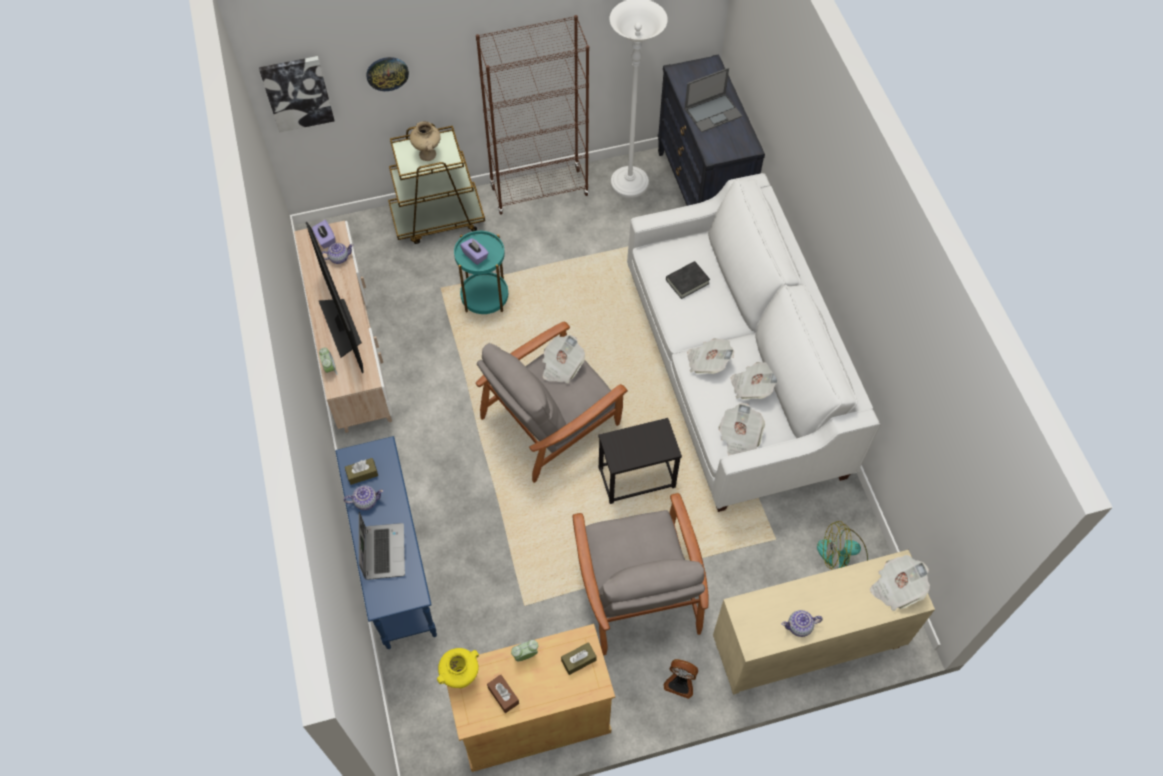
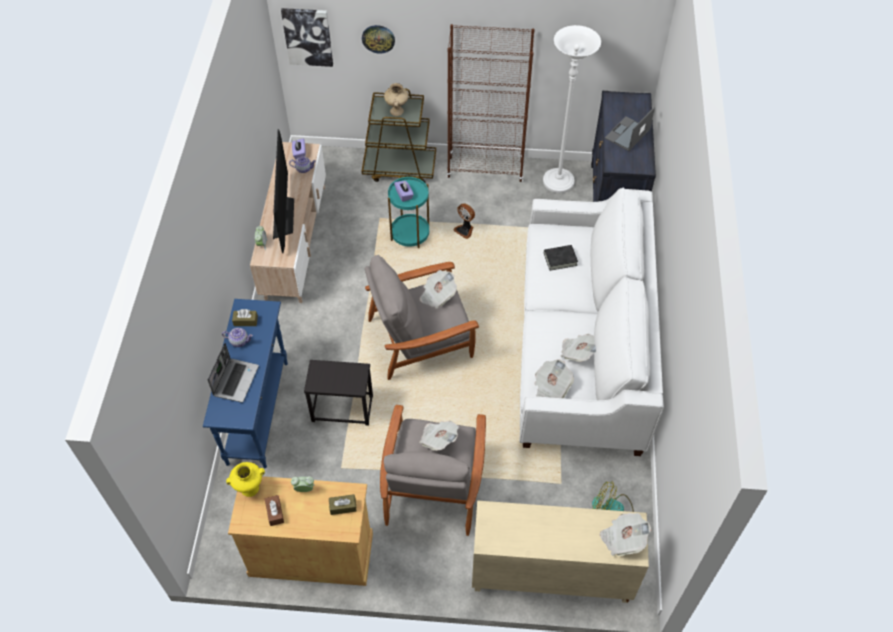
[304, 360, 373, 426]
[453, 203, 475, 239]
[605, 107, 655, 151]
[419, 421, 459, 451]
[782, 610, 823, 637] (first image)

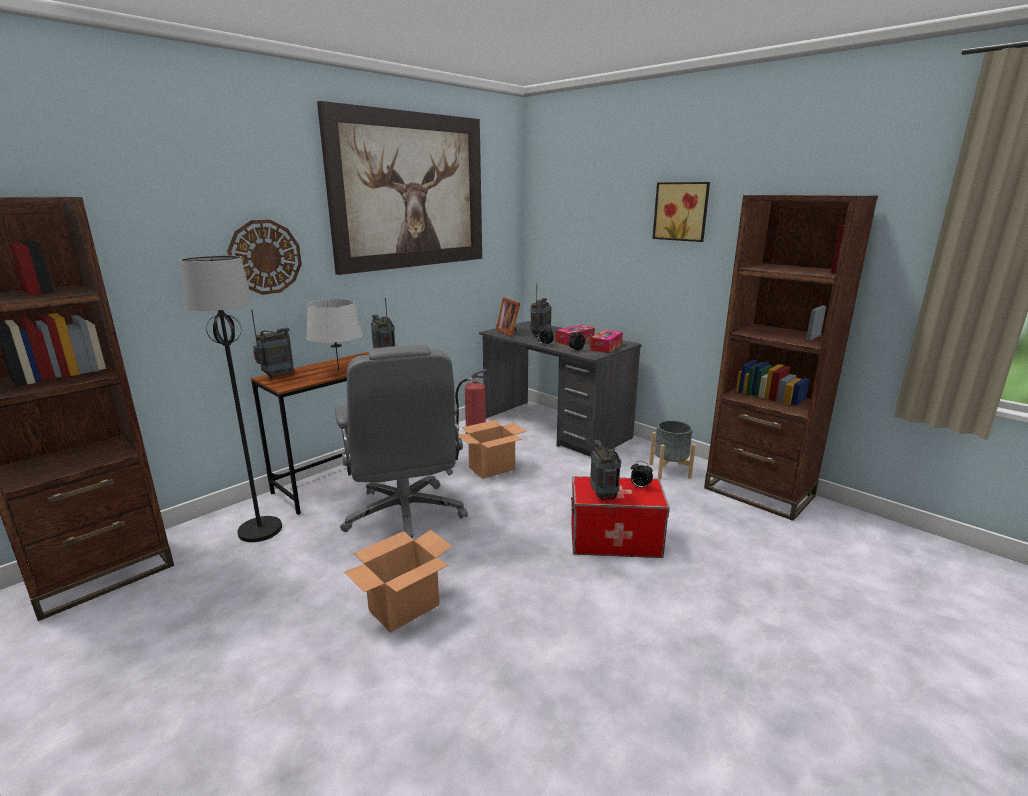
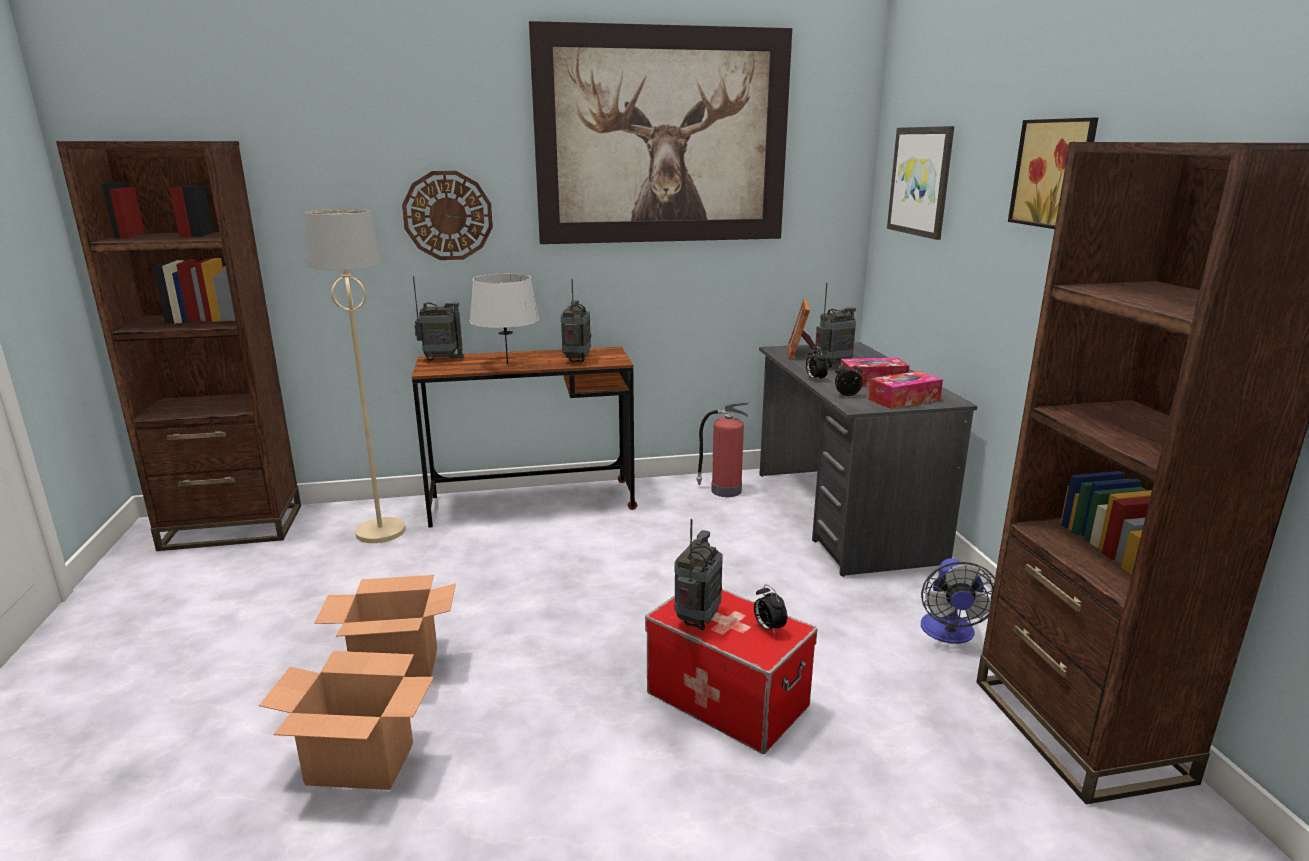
[305, 209, 406, 543]
[335, 345, 468, 539] (first image)
[259, 651, 434, 790]
[921, 558, 995, 644]
[887, 126, 954, 240]

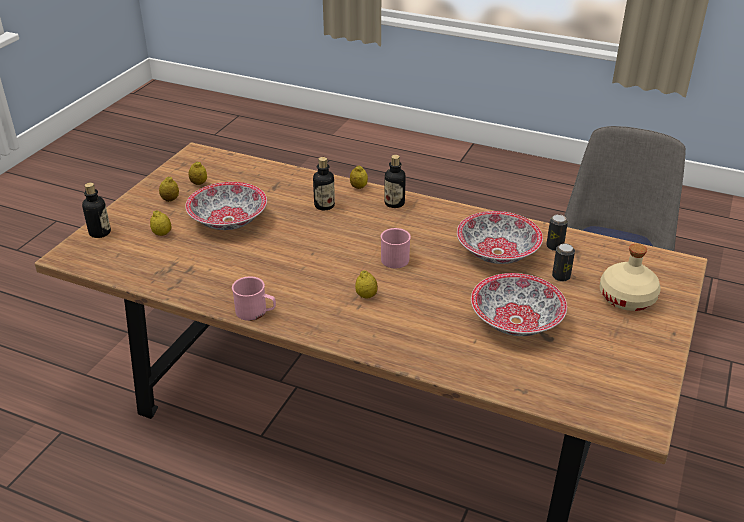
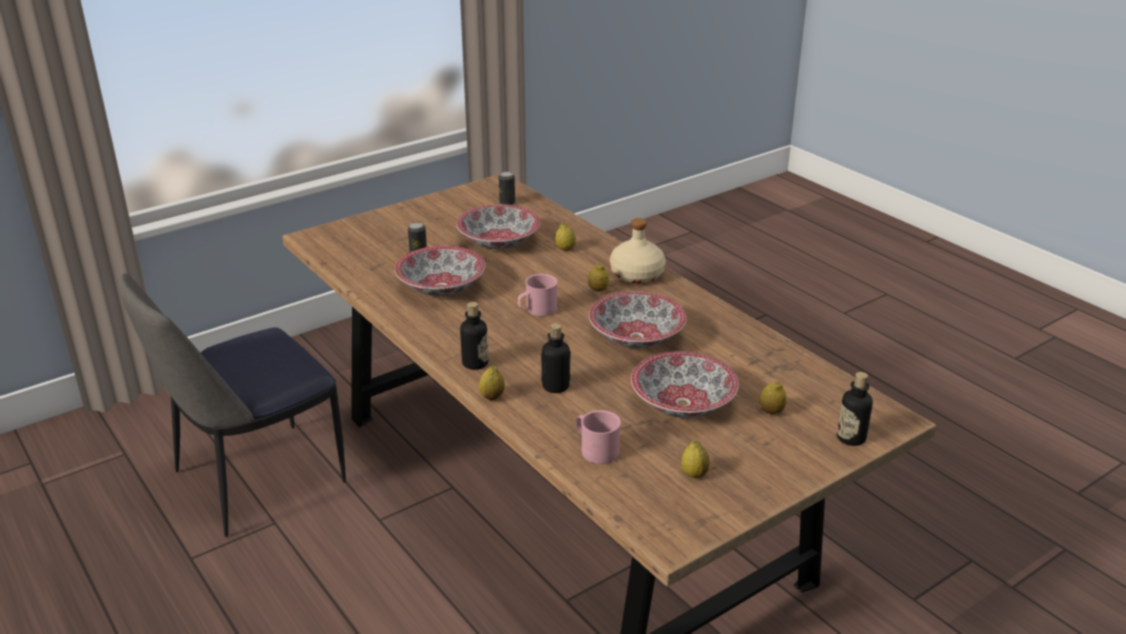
[555, 223, 576, 251]
[576, 410, 621, 464]
[498, 171, 515, 205]
[610, 218, 666, 284]
[589, 291, 686, 348]

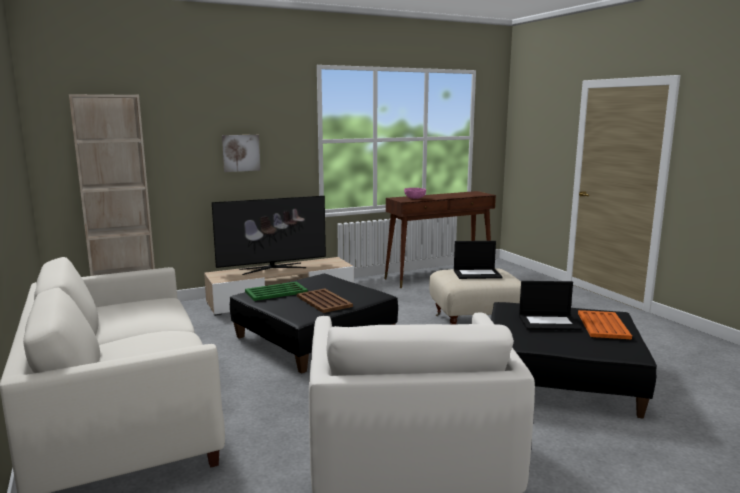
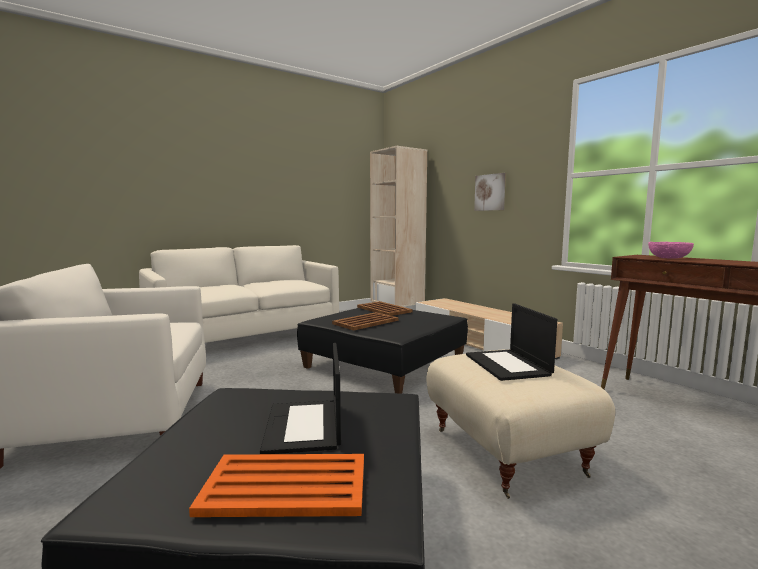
[212, 196, 326, 275] (first image)
[357, 301, 412, 316]

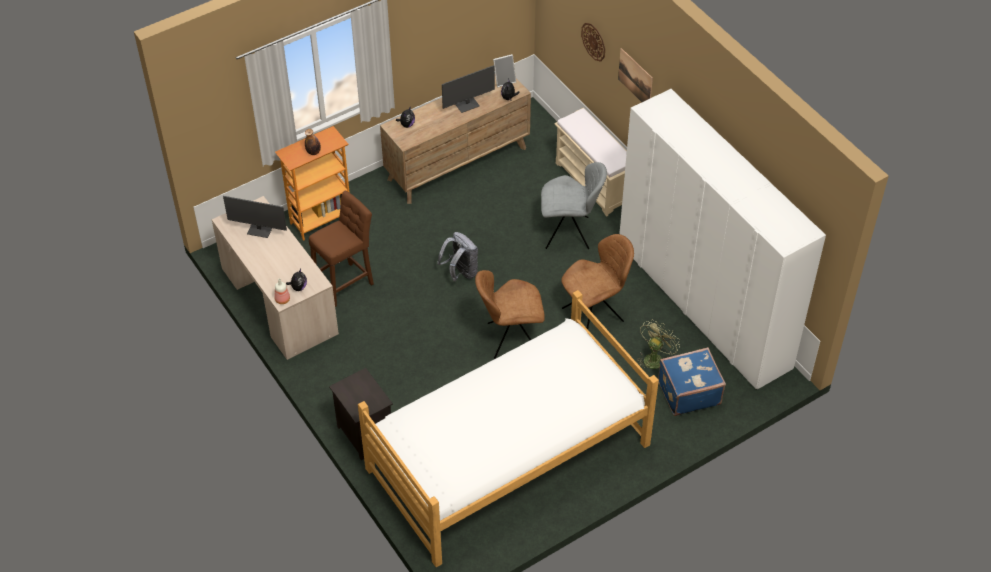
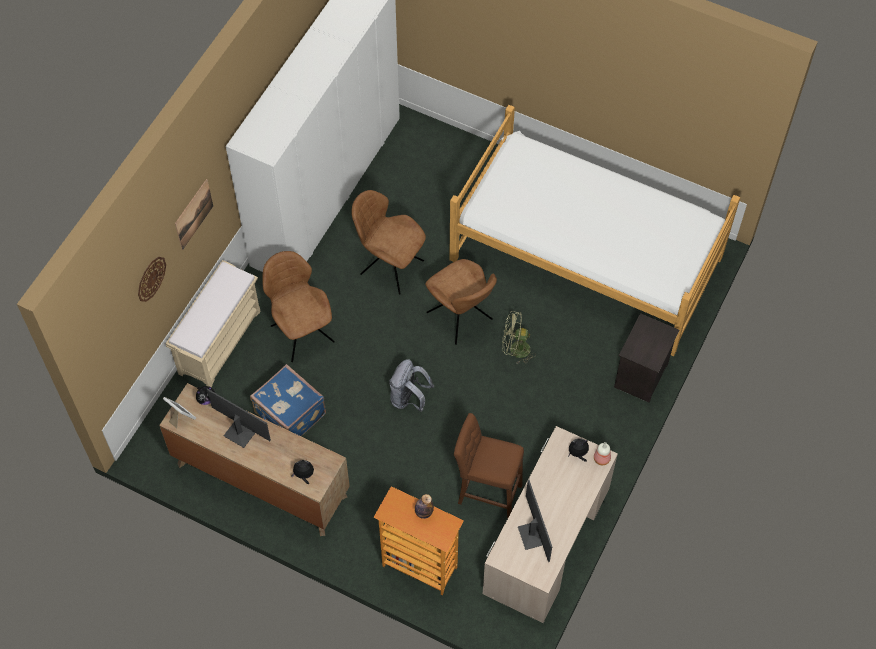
[263, 251, 335, 362]
[502, 311, 535, 364]
[250, 364, 326, 436]

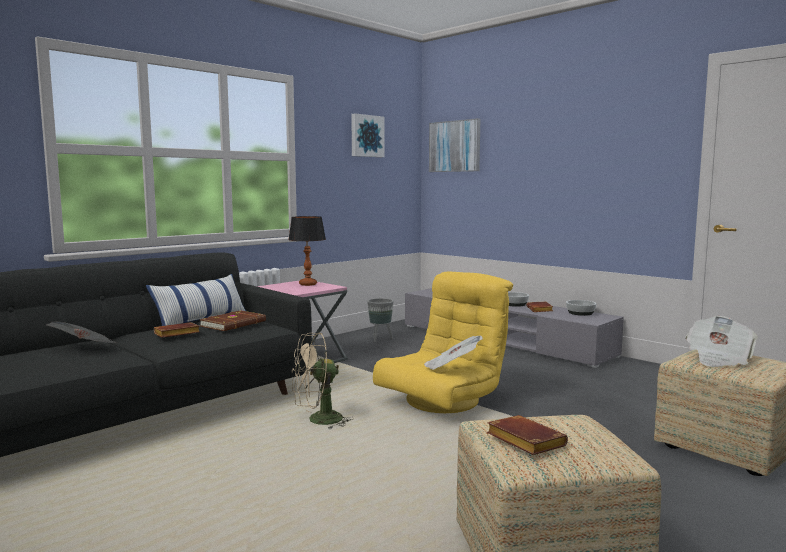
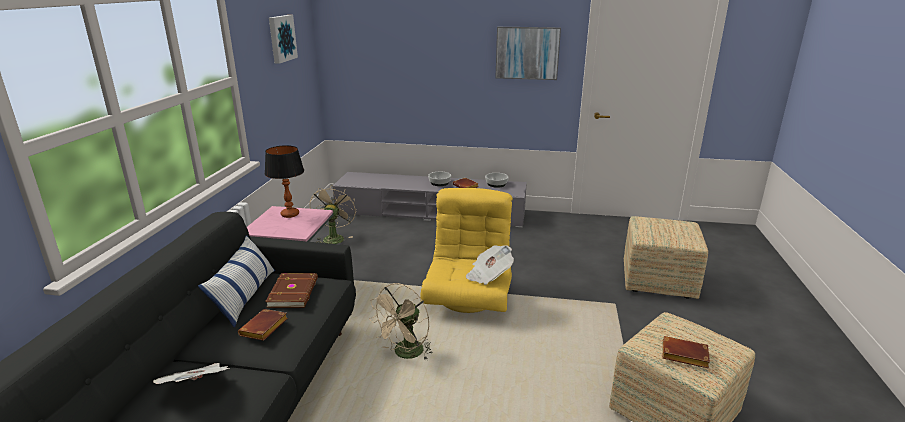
[310, 186, 357, 244]
[496, 27, 561, 80]
[685, 316, 758, 367] (first image)

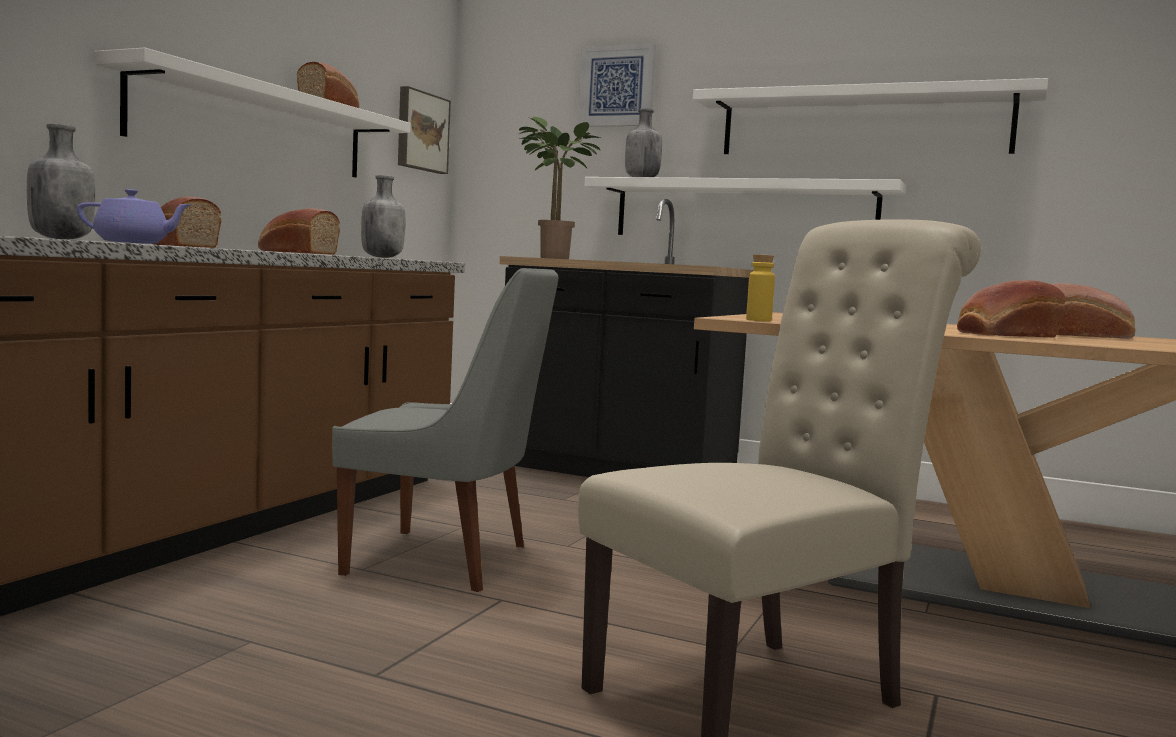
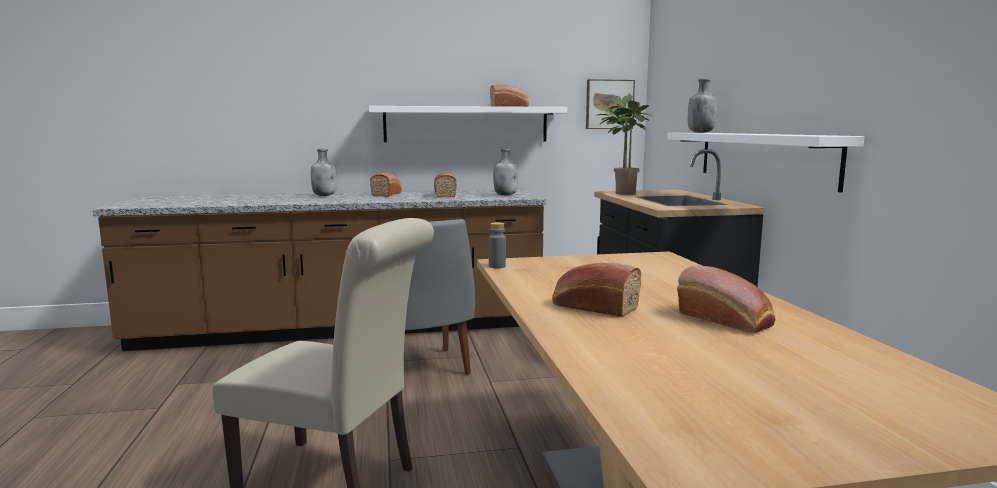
[77, 189, 192, 244] (first image)
[578, 43, 656, 127] (first image)
[693, 78, 1048, 154] (first image)
[489, 222, 506, 268]

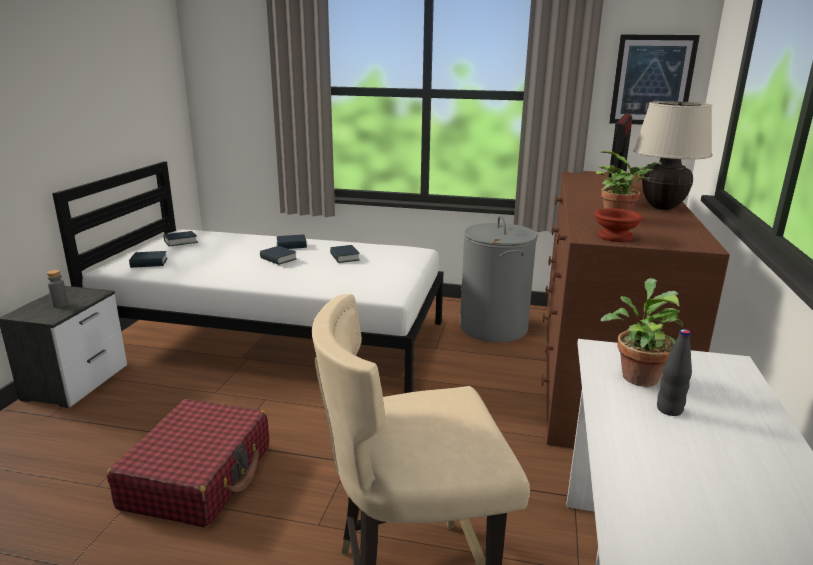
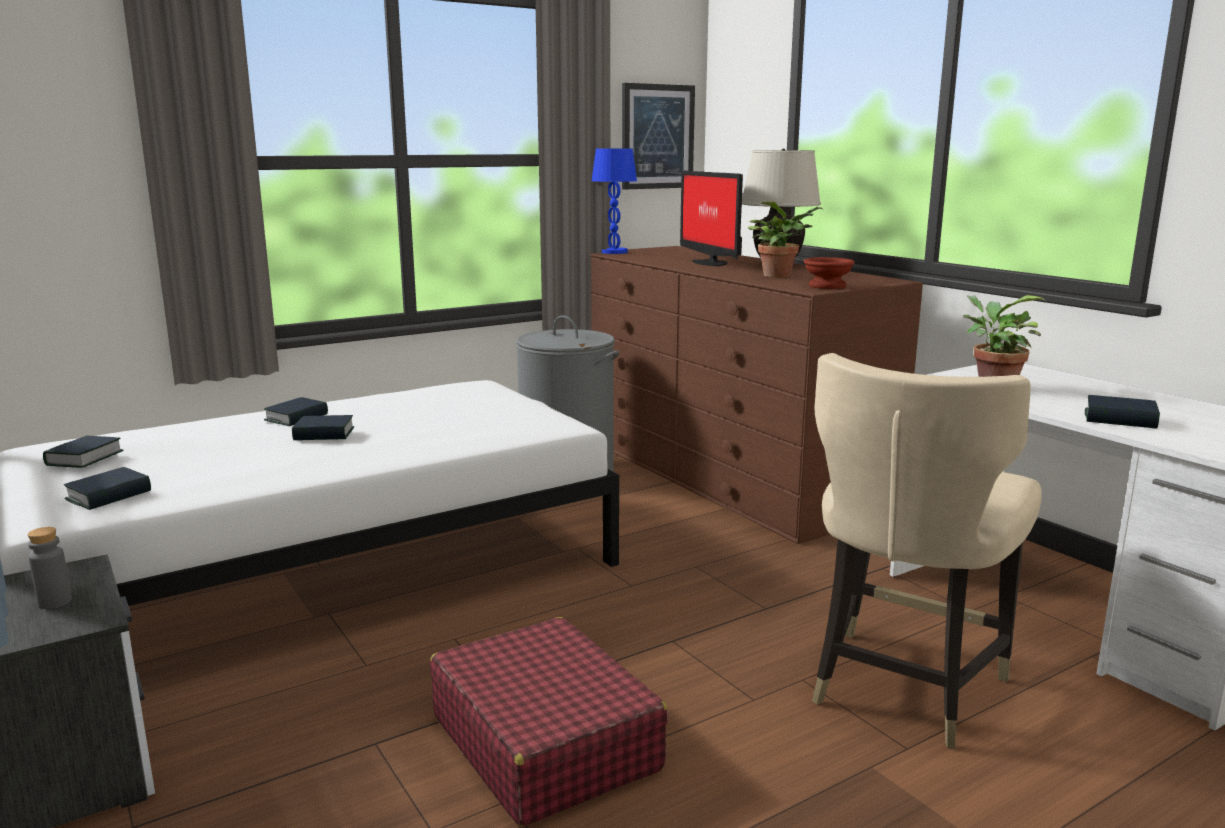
[1085, 395, 1160, 429]
[657, 329, 692, 416] (first image)
[592, 148, 637, 254]

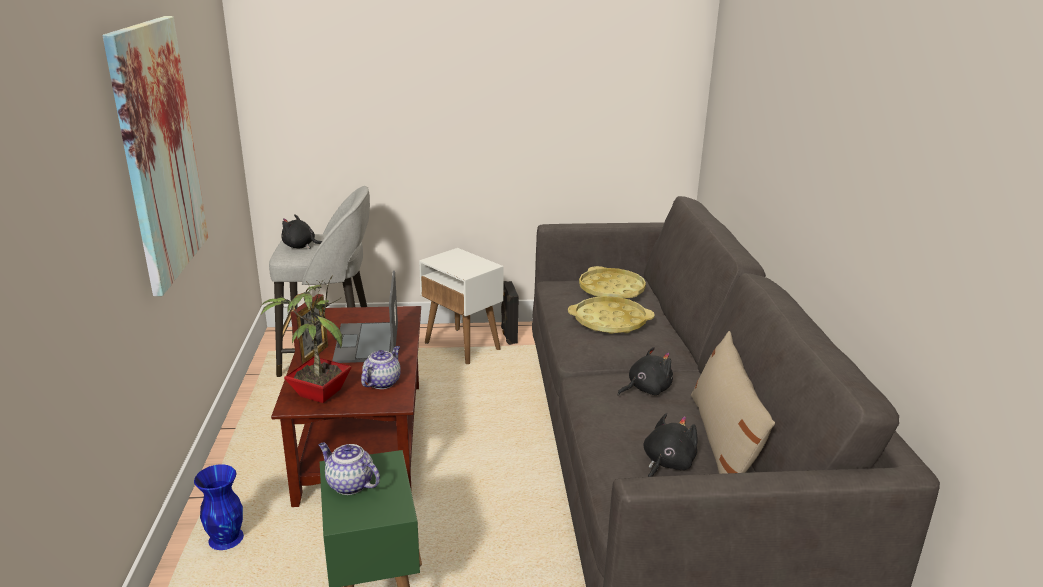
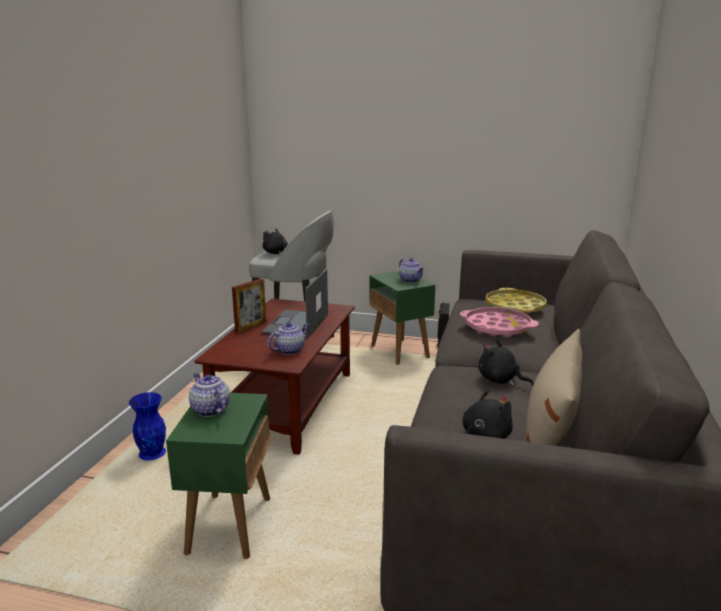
[102, 16, 208, 296] (first image)
[261, 275, 352, 403] (first image)
[369, 271, 435, 365]
[460, 307, 539, 337]
[478, 339, 534, 386]
[399, 258, 424, 283]

